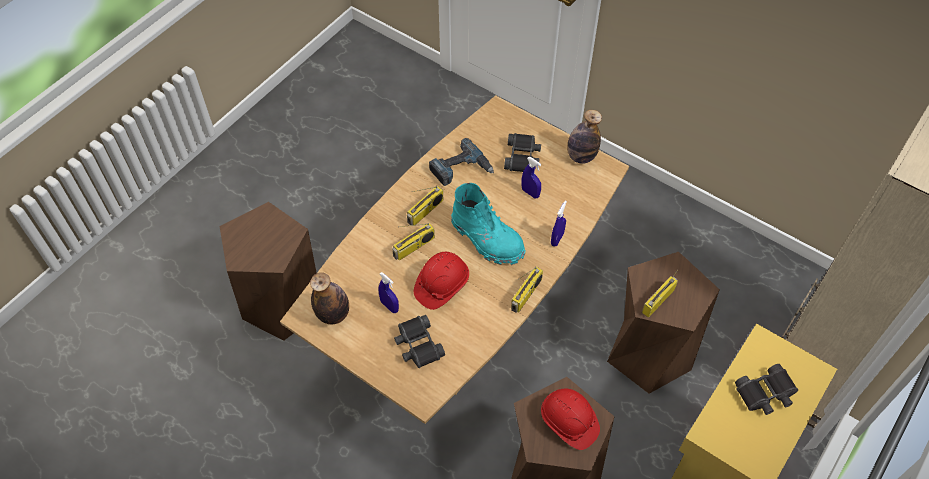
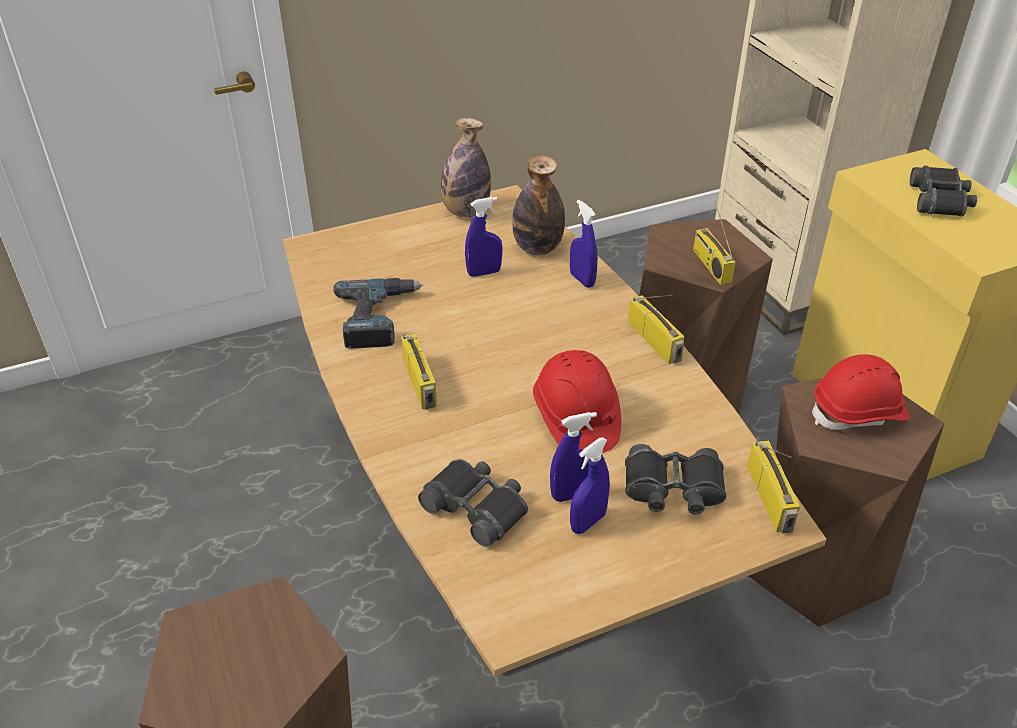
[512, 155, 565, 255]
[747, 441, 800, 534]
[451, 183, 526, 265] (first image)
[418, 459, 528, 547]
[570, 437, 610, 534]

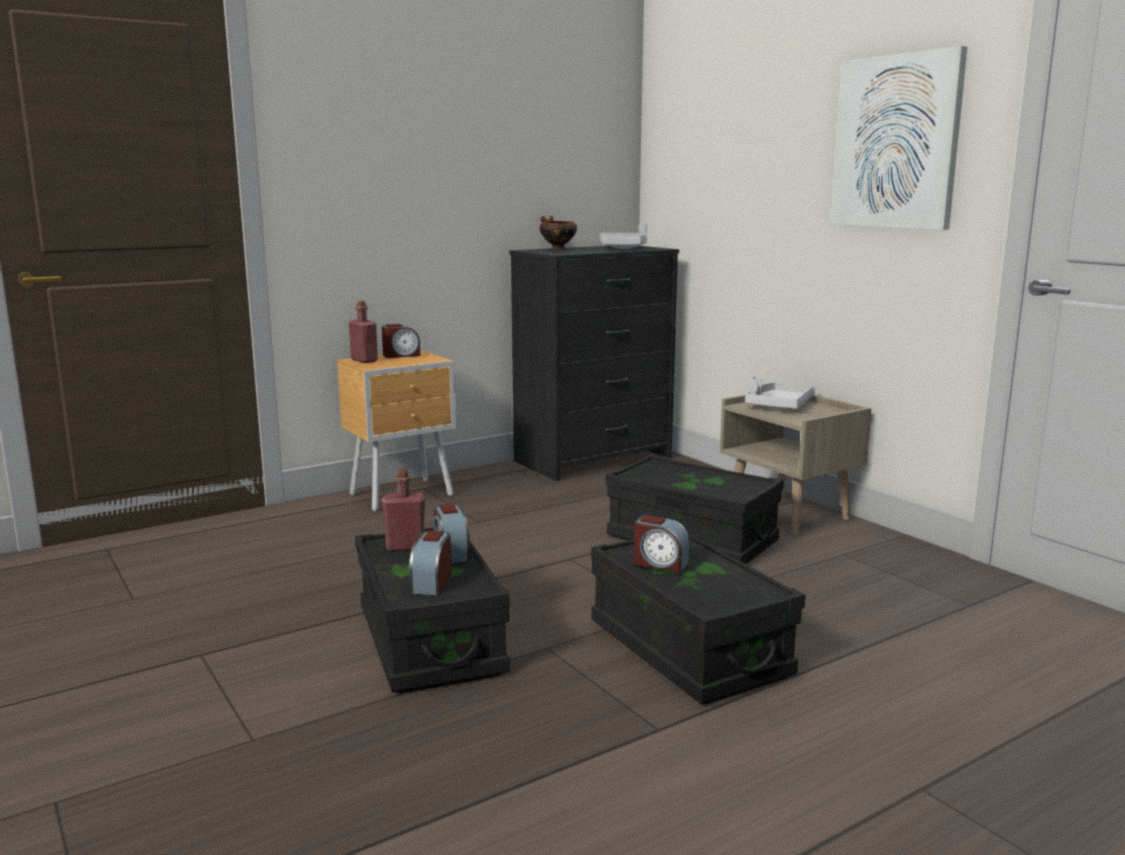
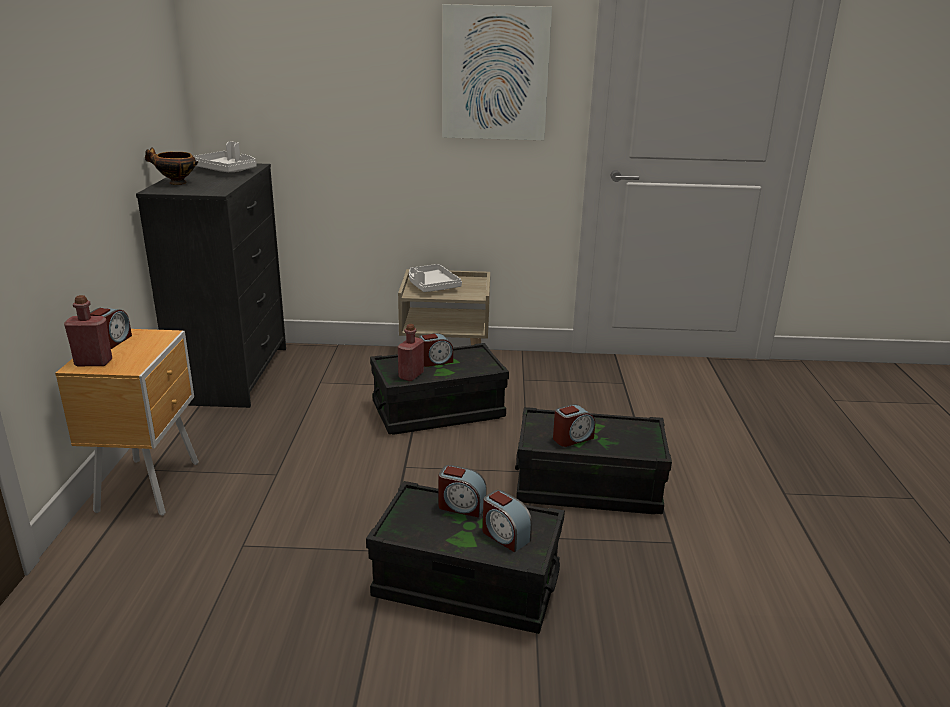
[398, 324, 424, 381]
[419, 333, 453, 367]

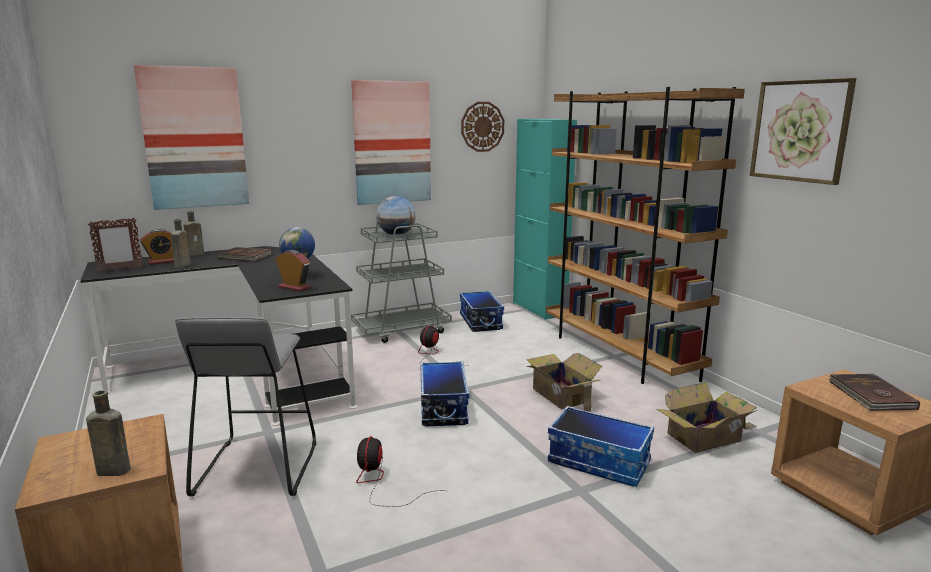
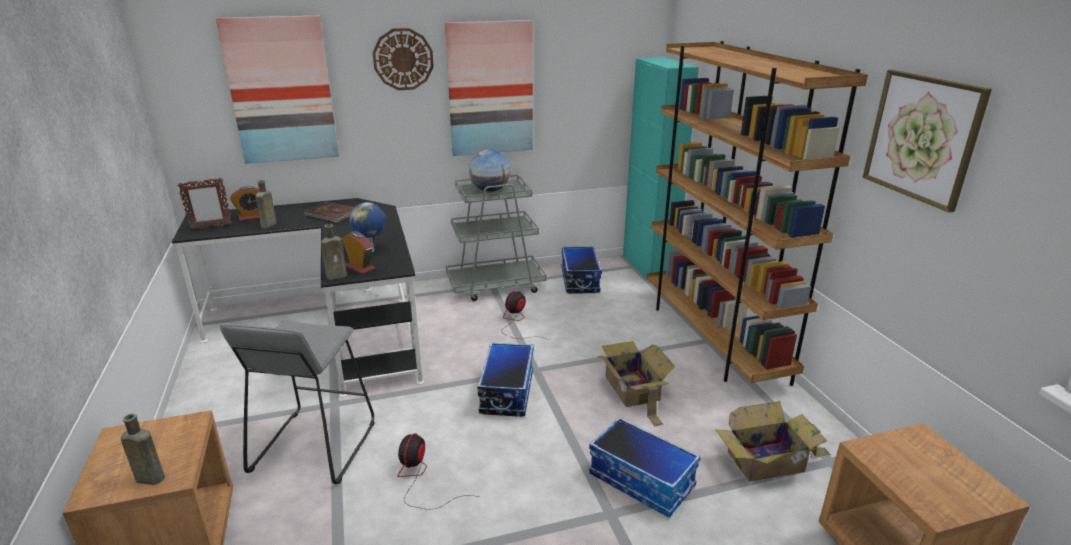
[321, 224, 347, 280]
[373, 28, 434, 90]
[829, 374, 920, 411] (first image)

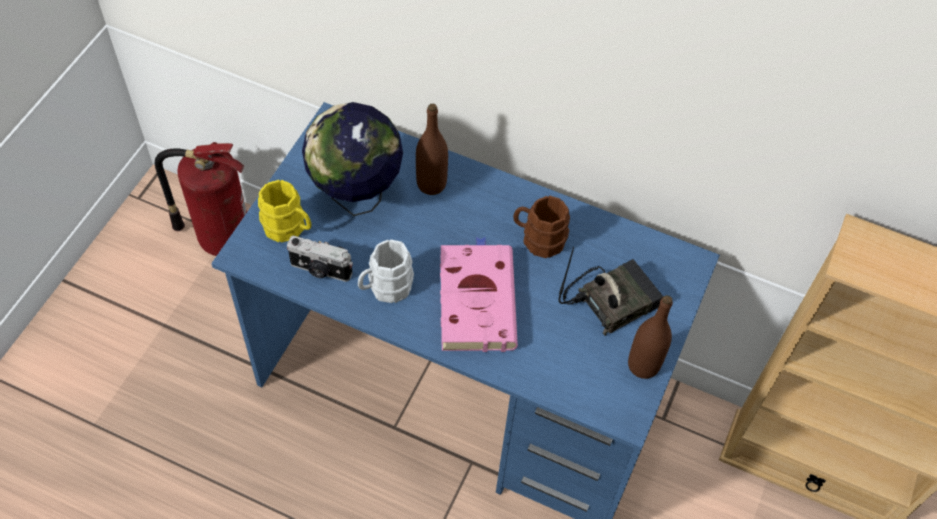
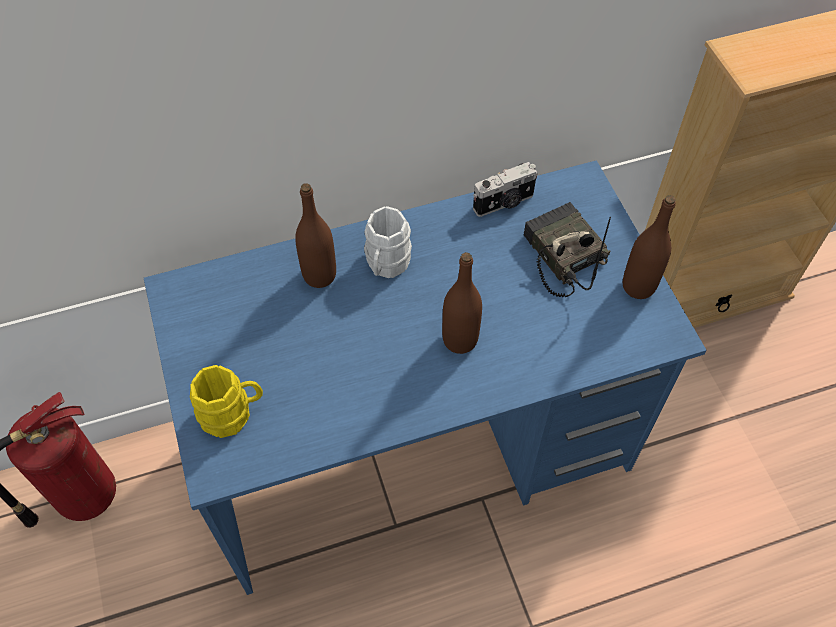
[473, 162, 538, 217]
[302, 102, 403, 216] (first image)
[364, 206, 412, 278]
[442, 252, 482, 354]
[513, 196, 570, 258] (first image)
[524, 202, 611, 297]

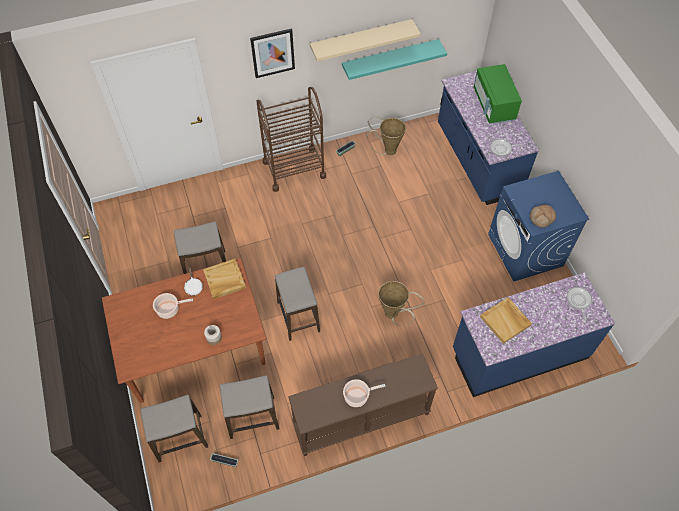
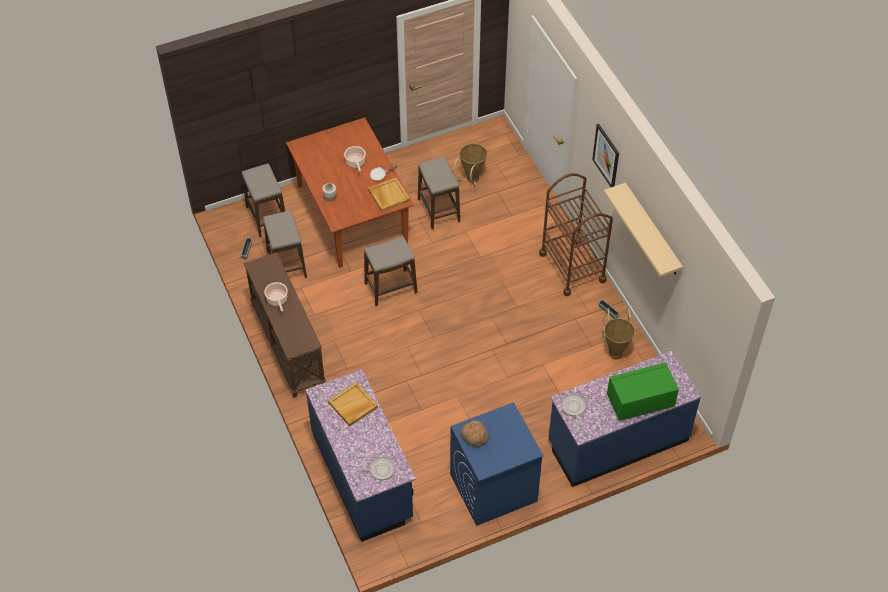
[342, 39, 447, 80] (first image)
[452, 143, 487, 187]

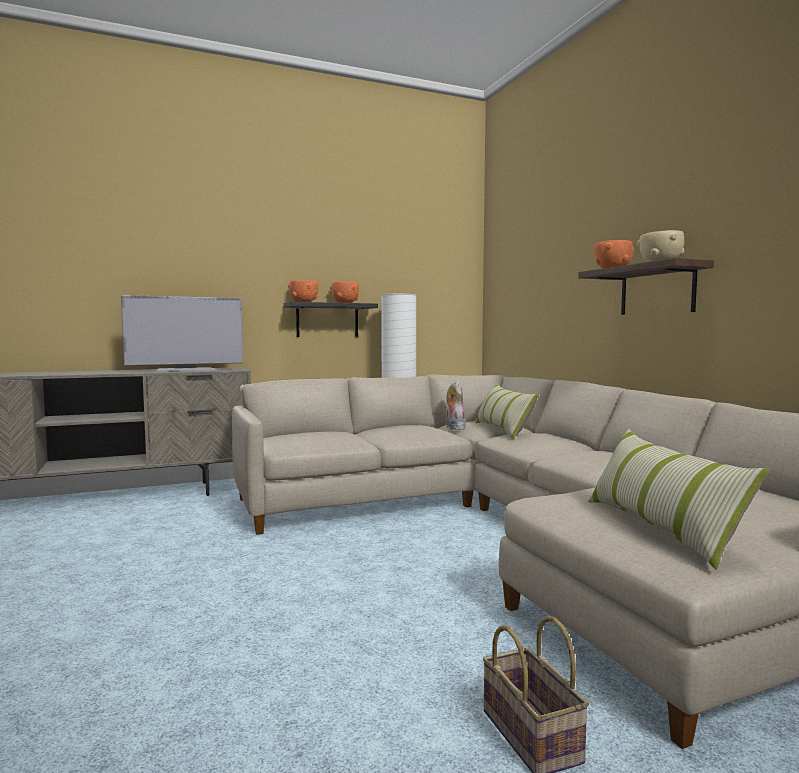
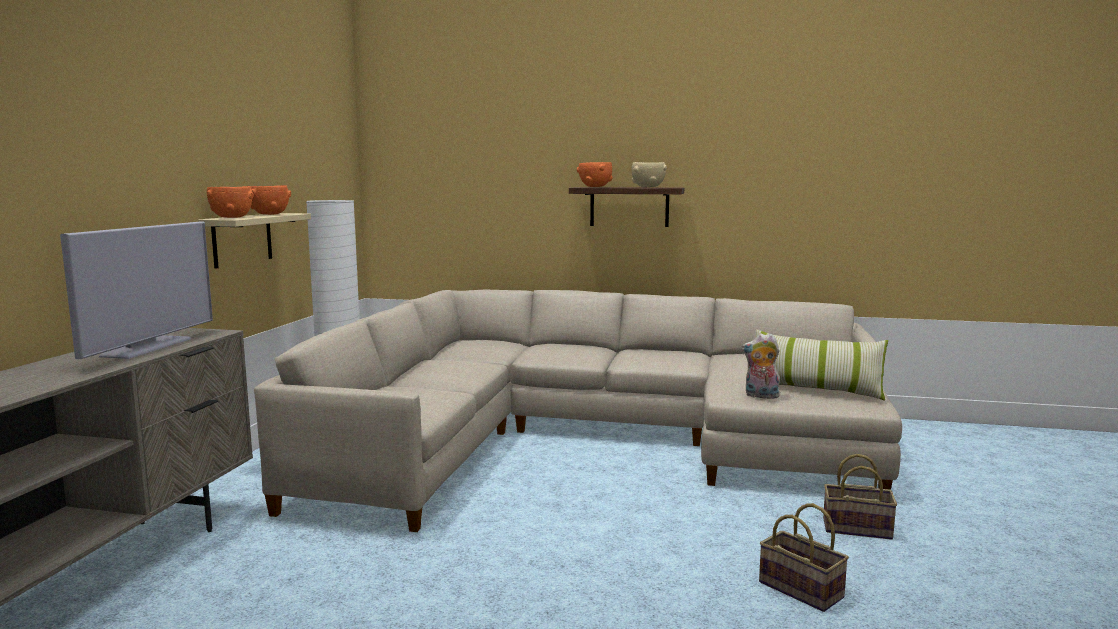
[198, 213, 311, 269]
[742, 333, 780, 400]
[475, 383, 539, 439] (first image)
[759, 503, 849, 612]

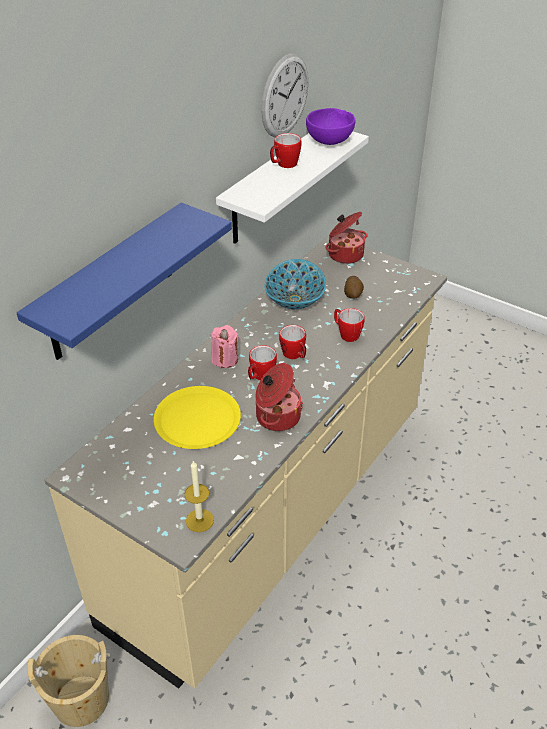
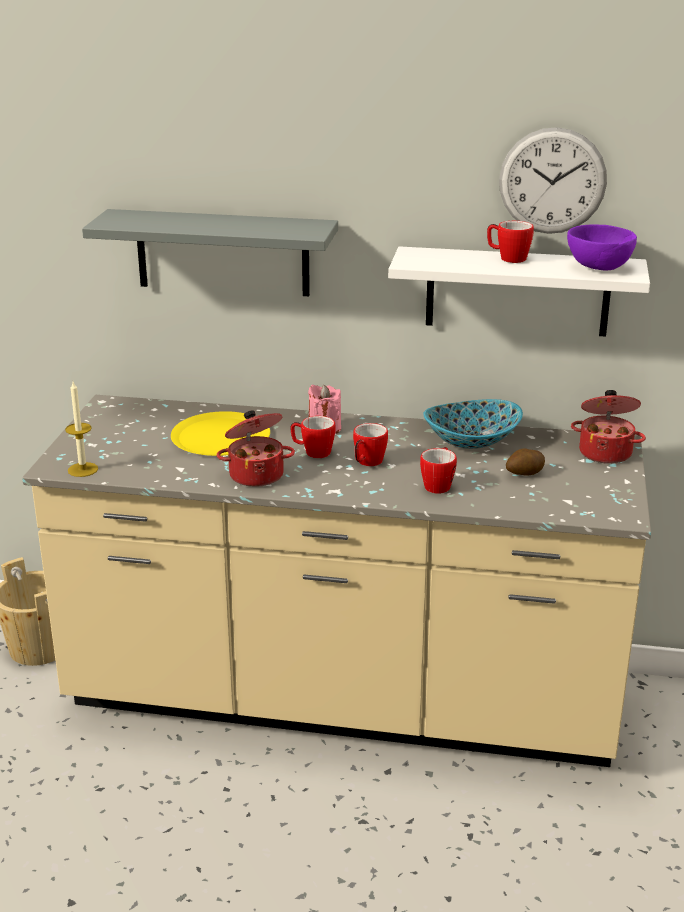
[82, 209, 338, 296]

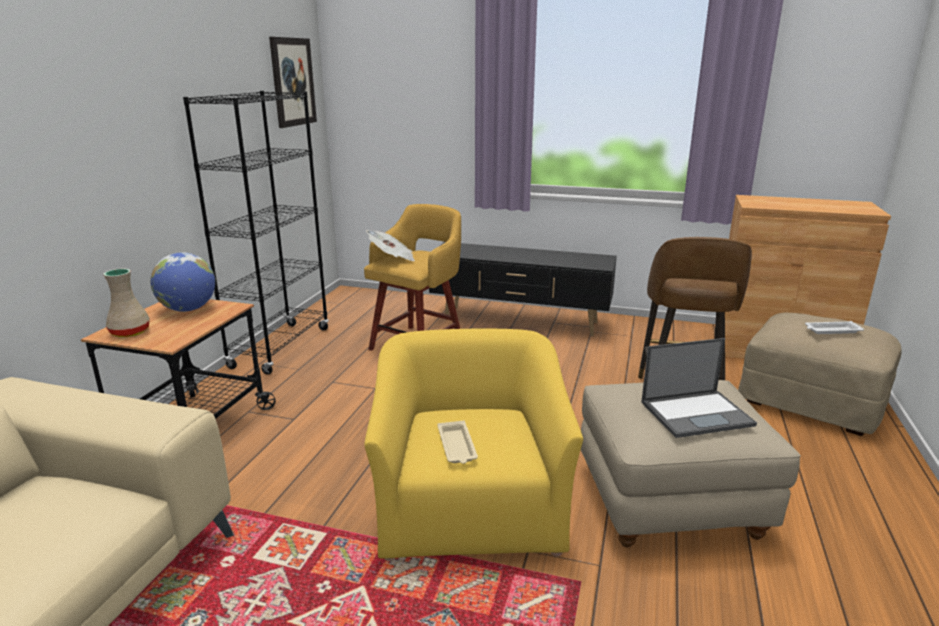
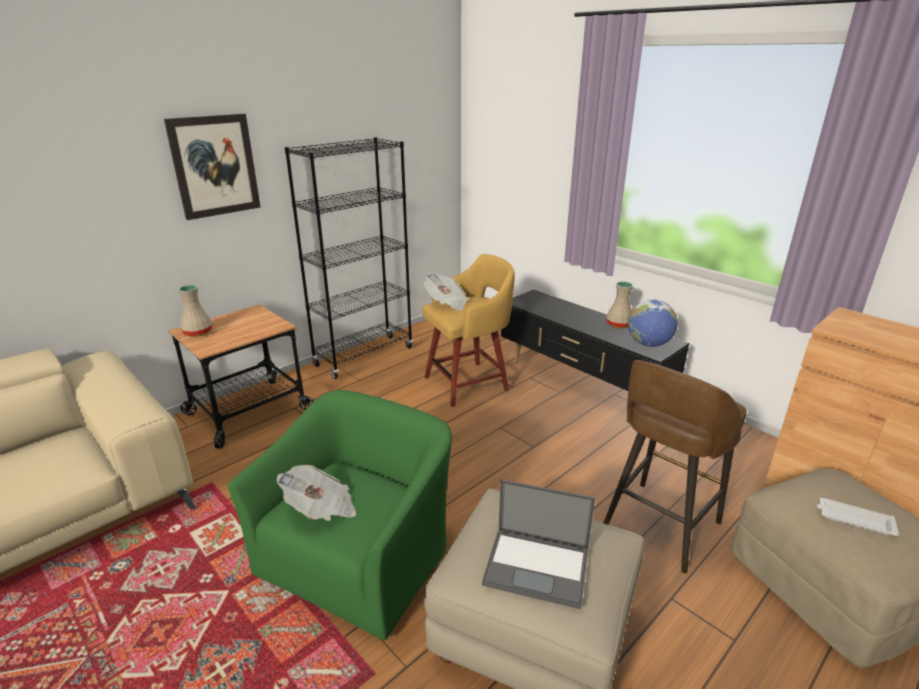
[628, 299, 678, 347]
[164, 114, 260, 220]
[227, 390, 452, 640]
[277, 465, 356, 521]
[606, 282, 633, 329]

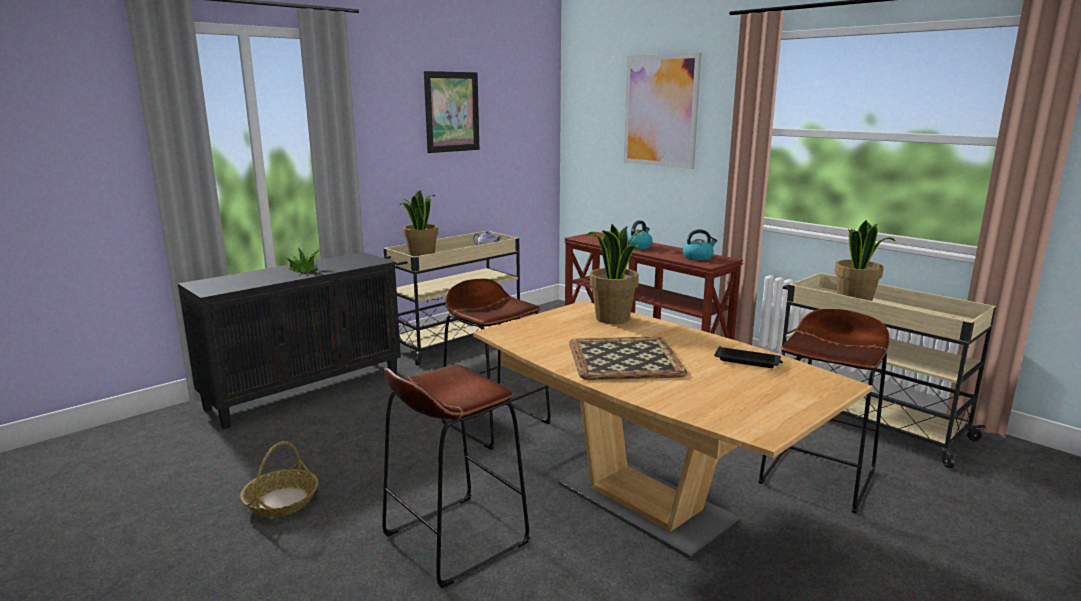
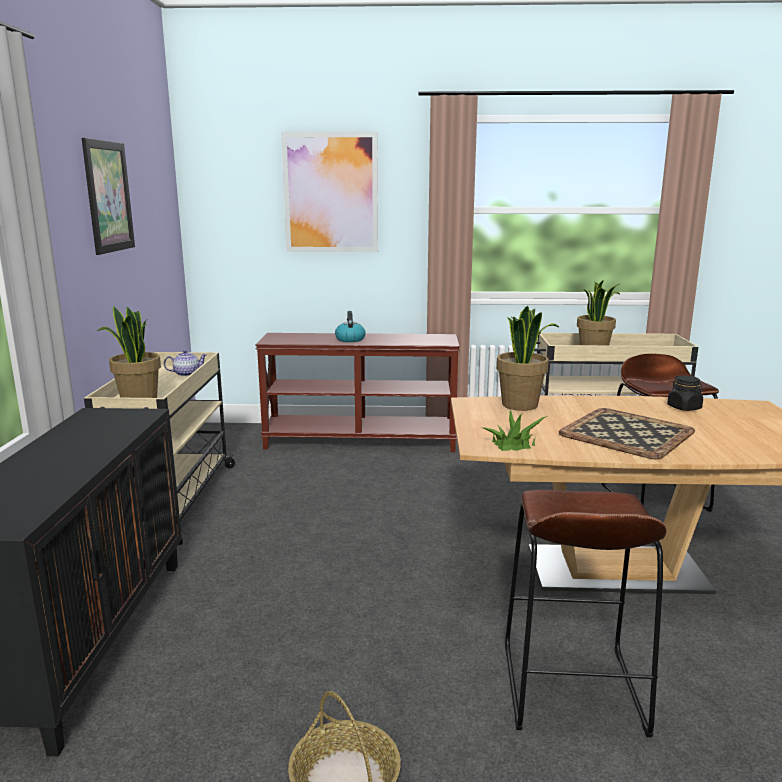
[482, 410, 547, 451]
[442, 279, 551, 450] (first image)
[683, 229, 717, 260] (first image)
[667, 376, 703, 411]

